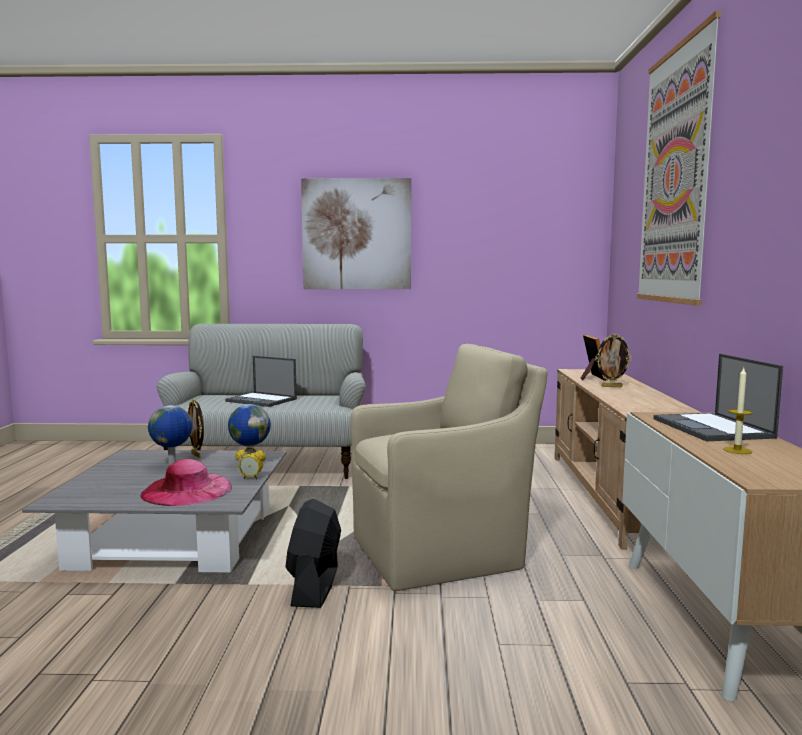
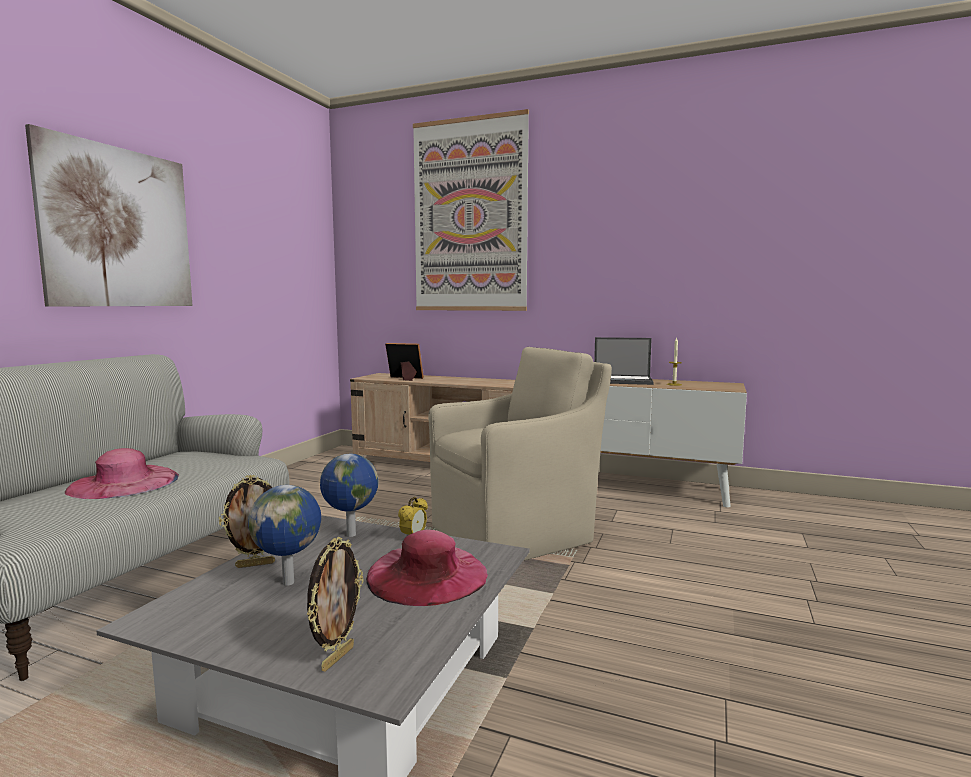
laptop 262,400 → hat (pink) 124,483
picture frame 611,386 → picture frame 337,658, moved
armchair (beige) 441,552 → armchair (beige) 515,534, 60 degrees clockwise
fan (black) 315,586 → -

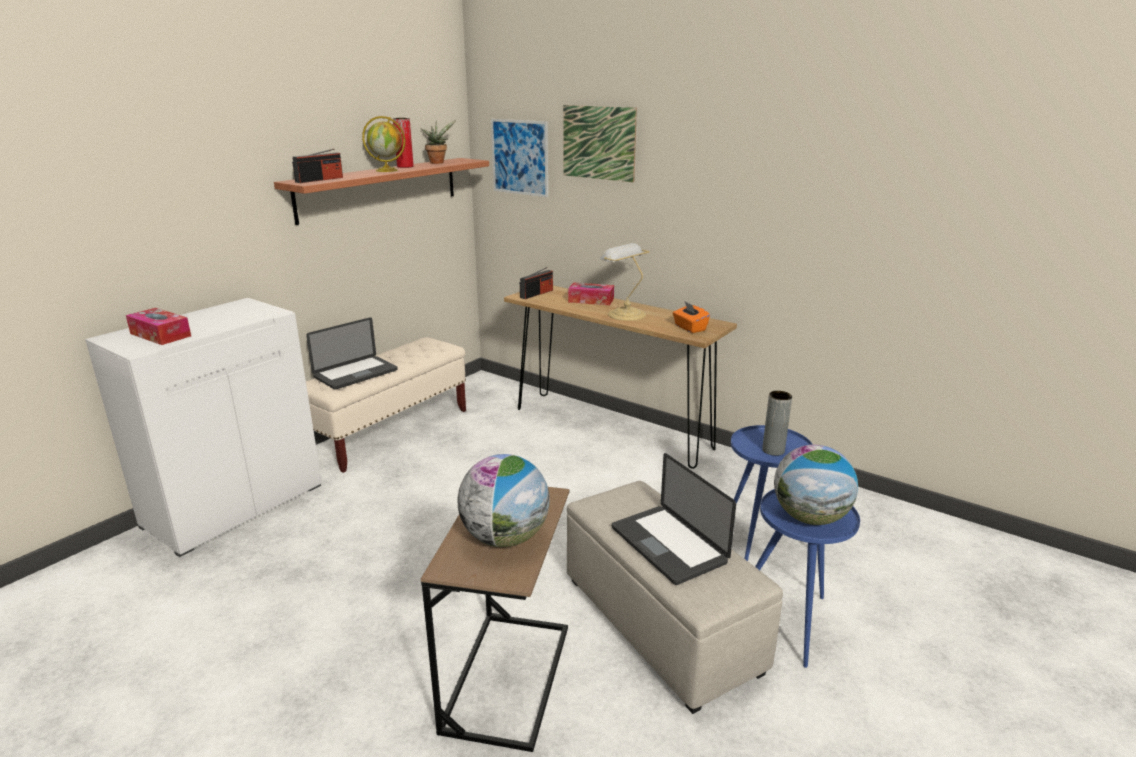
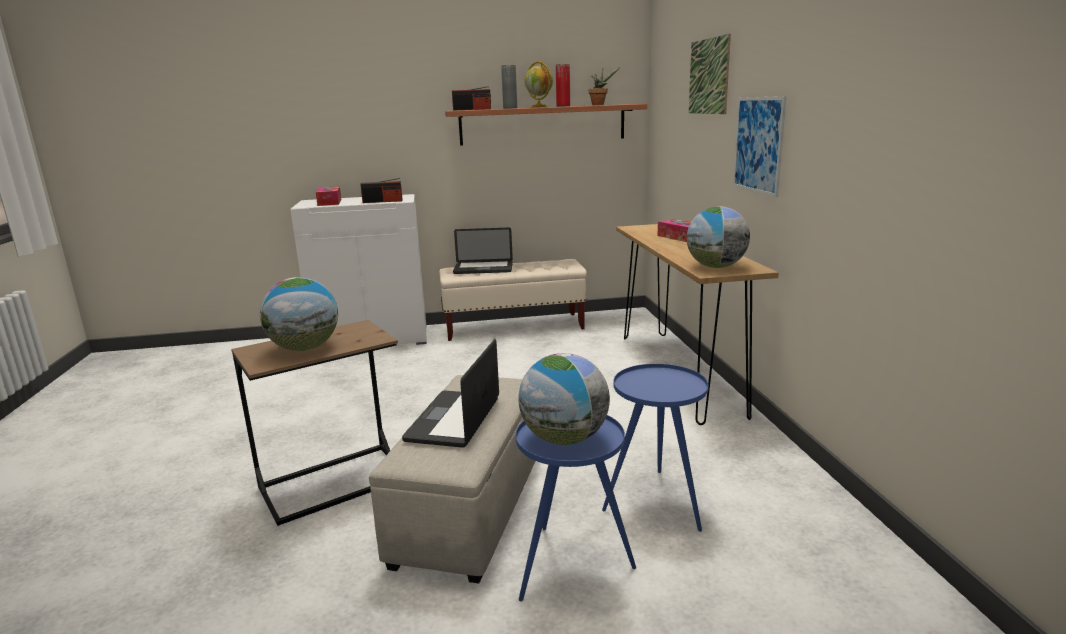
radio 536,294 → radio 382,201, moved
vase (grey) 773,450 → vase (grey) 510,108, moved
tissue box (orange) 689,328 → globe 716,267
picture 520,157 → picture 758,145, moved
table lamp 625,314 → -

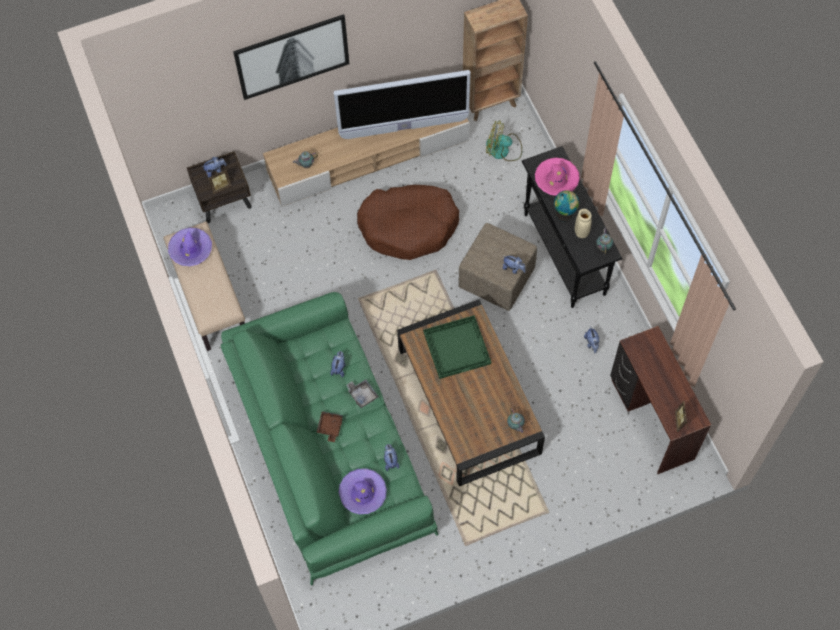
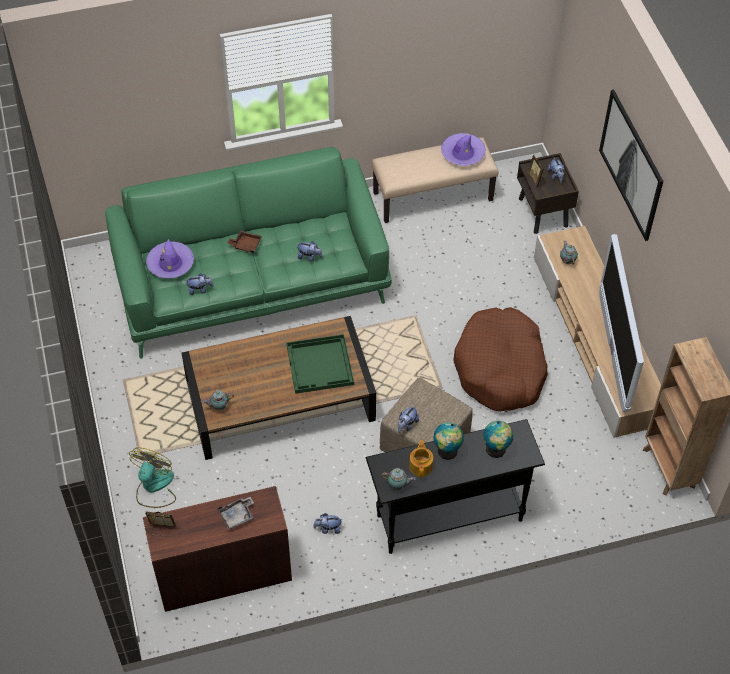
fan 503,150 → fan 154,487, moved
tray (grey) 362,395 → tray (grey) 237,516, moved
vase (beige) 581,232 → teapot 421,466
hat (pink) 556,179 → globe 496,450

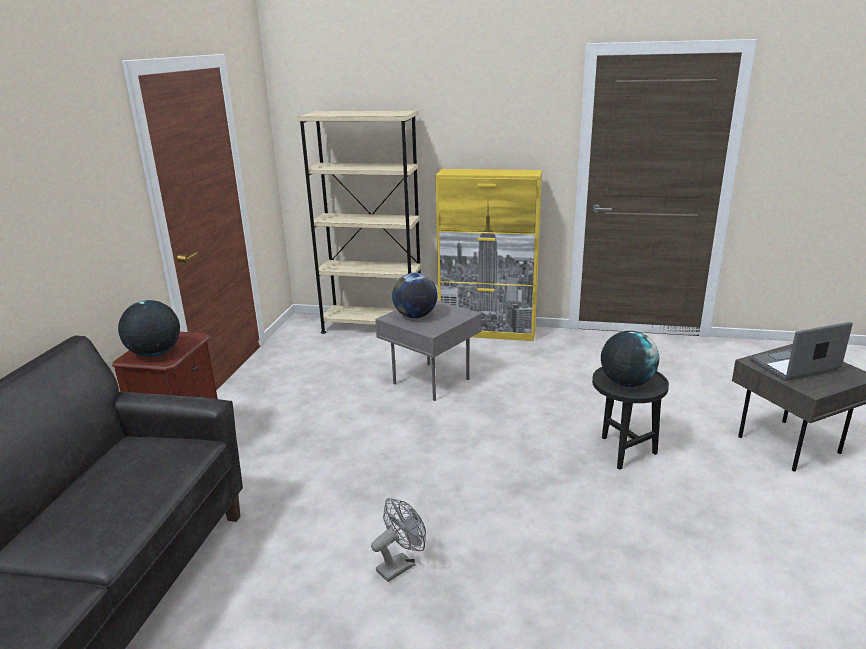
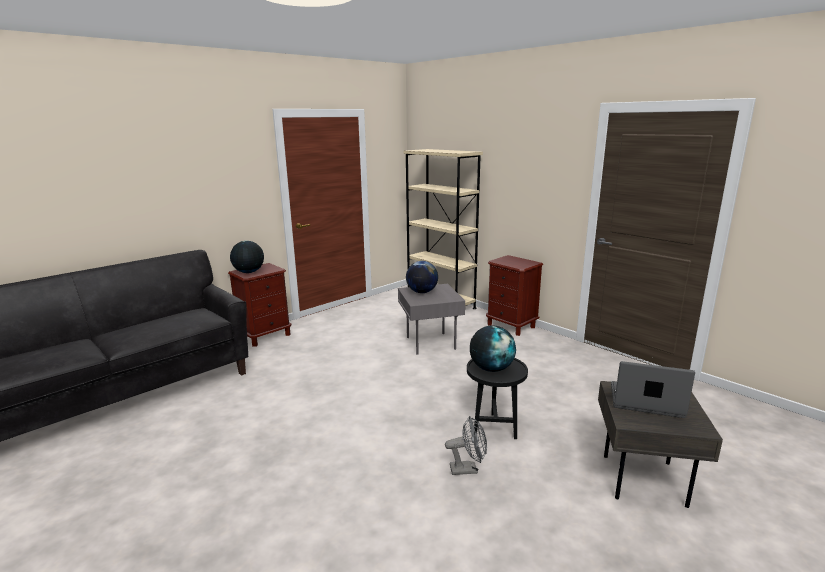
fan (grey) 400,565 → fan (grey) 468,469, moved
cabinet (yellow) 488,332 → nightstand (brown) 511,326

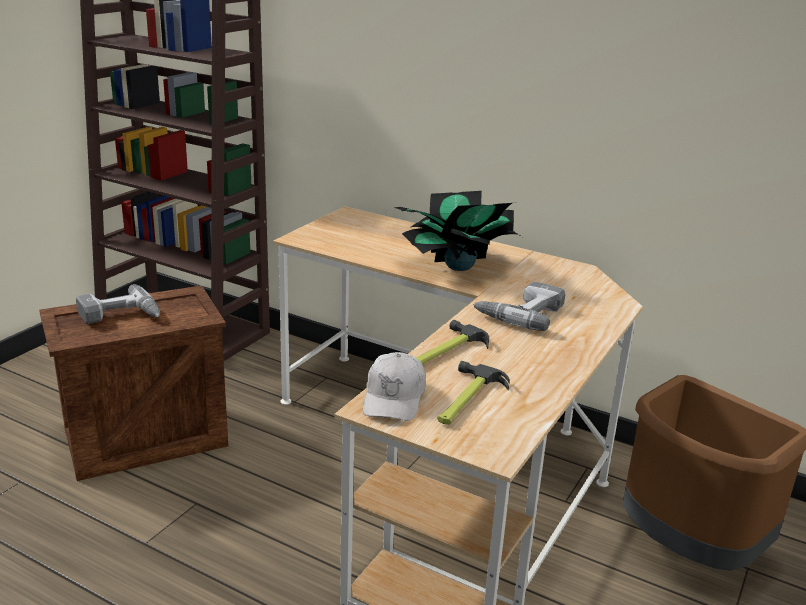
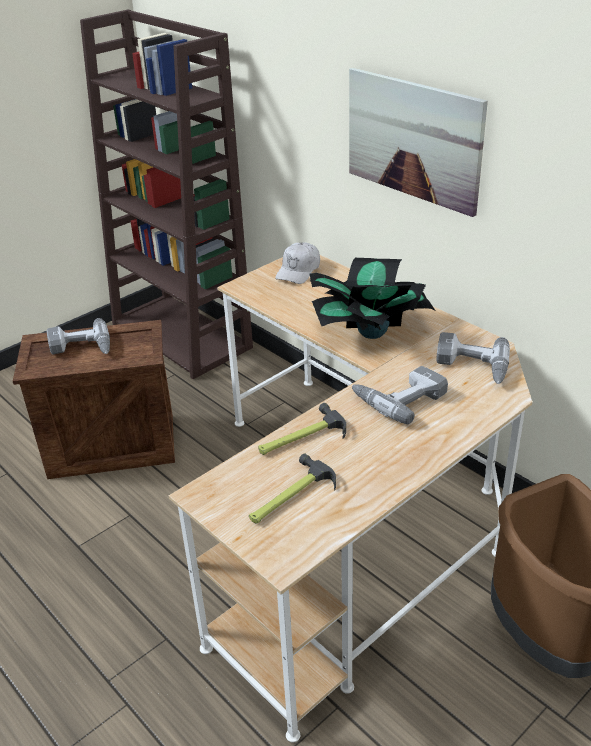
cap (white) 394,398 → cap (white) 298,271, moved
- → picture 413,139
- → power drill 471,366

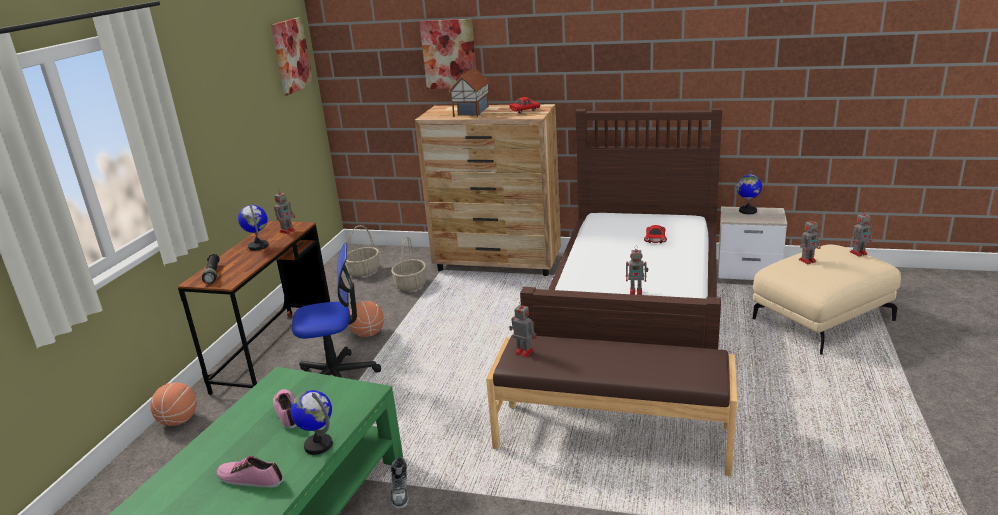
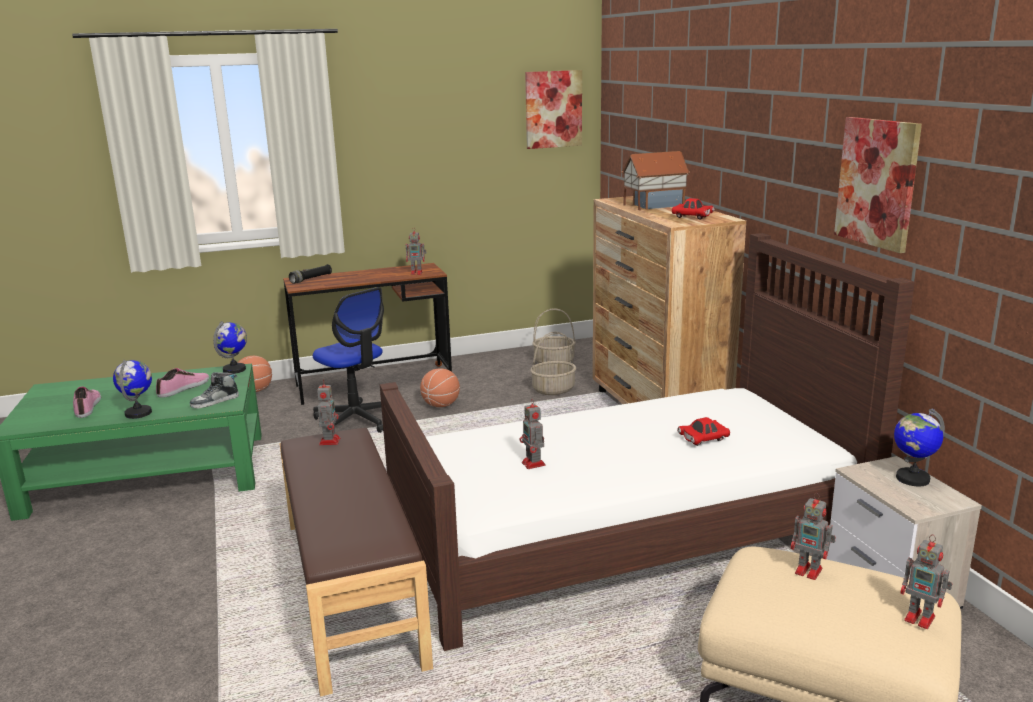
shoe 400,492 → shoe 215,401, moved
globe 258,246 → globe 234,370, moved
picture 449,54 → picture 877,183, moved

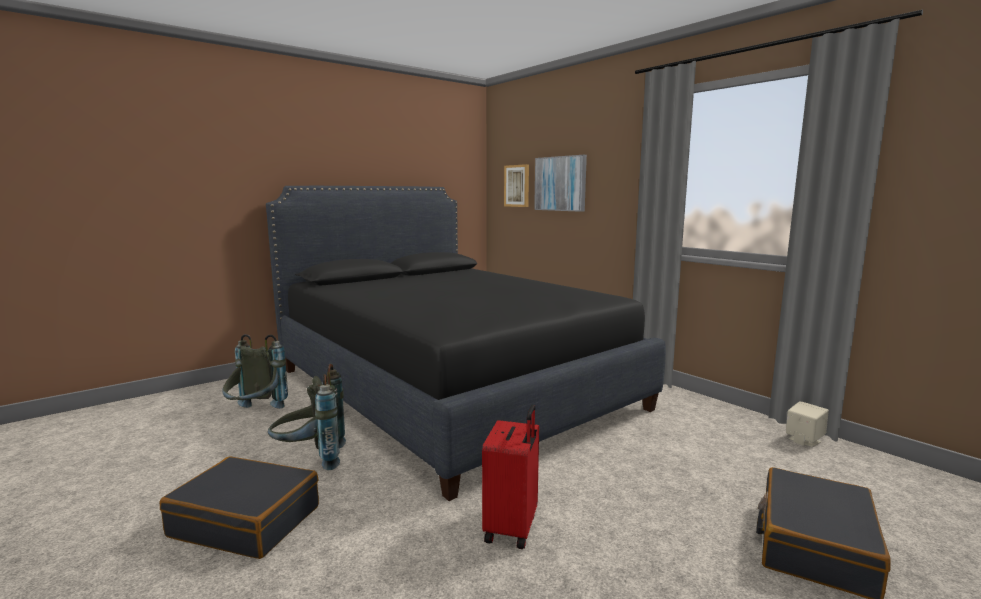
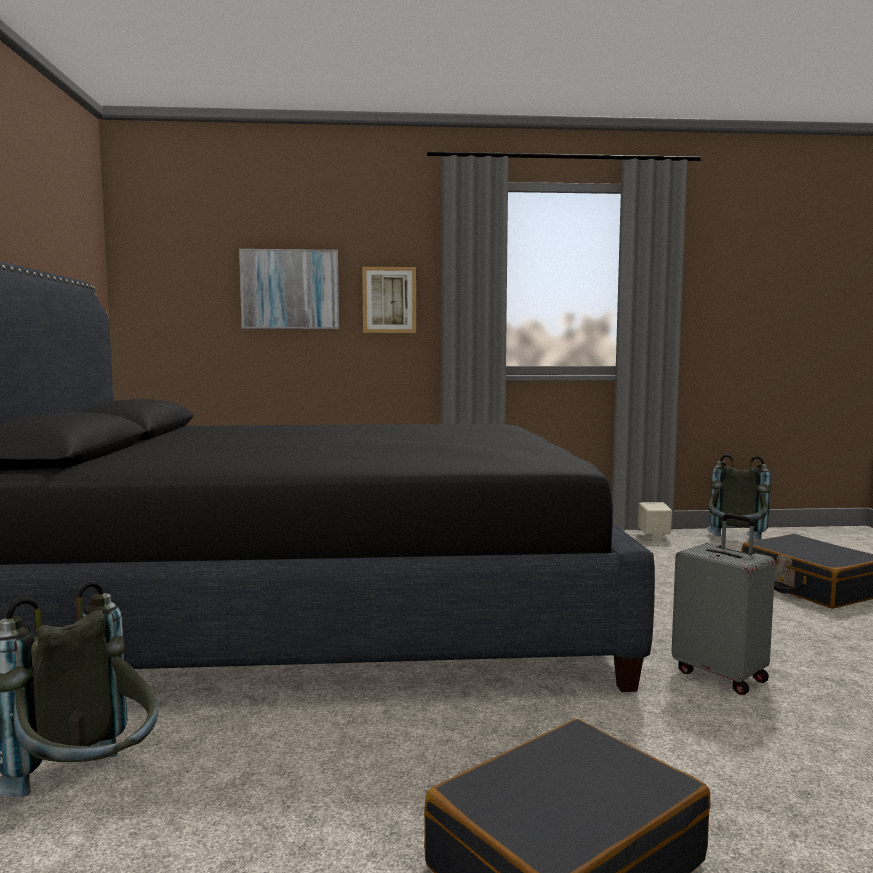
picture 517,186 → picture 389,300, moved
suitcase (red) 512,528 → suitcase (grey) 721,675
backpack (grey) 311,459 → backpack (grey) 736,542, moved

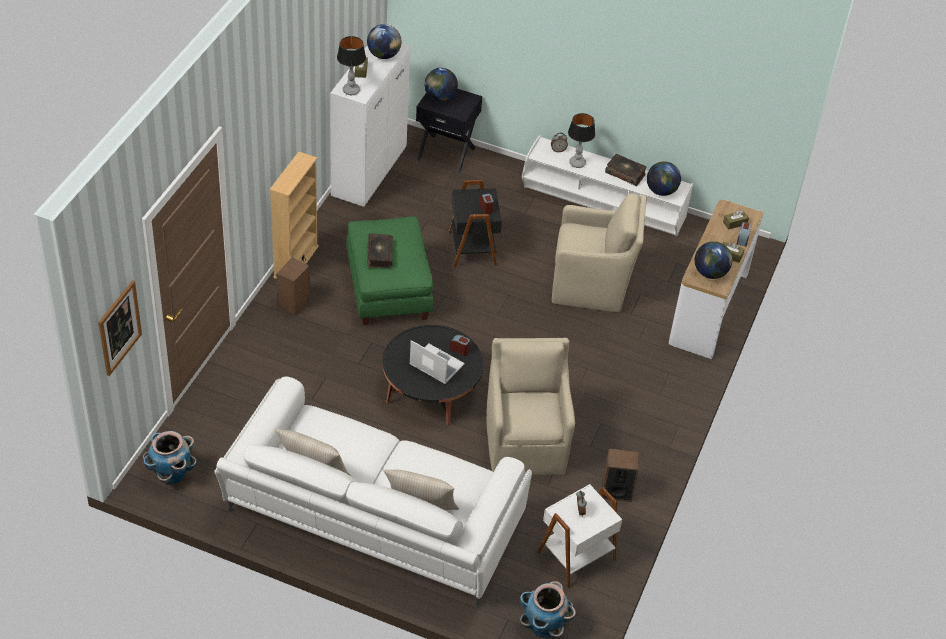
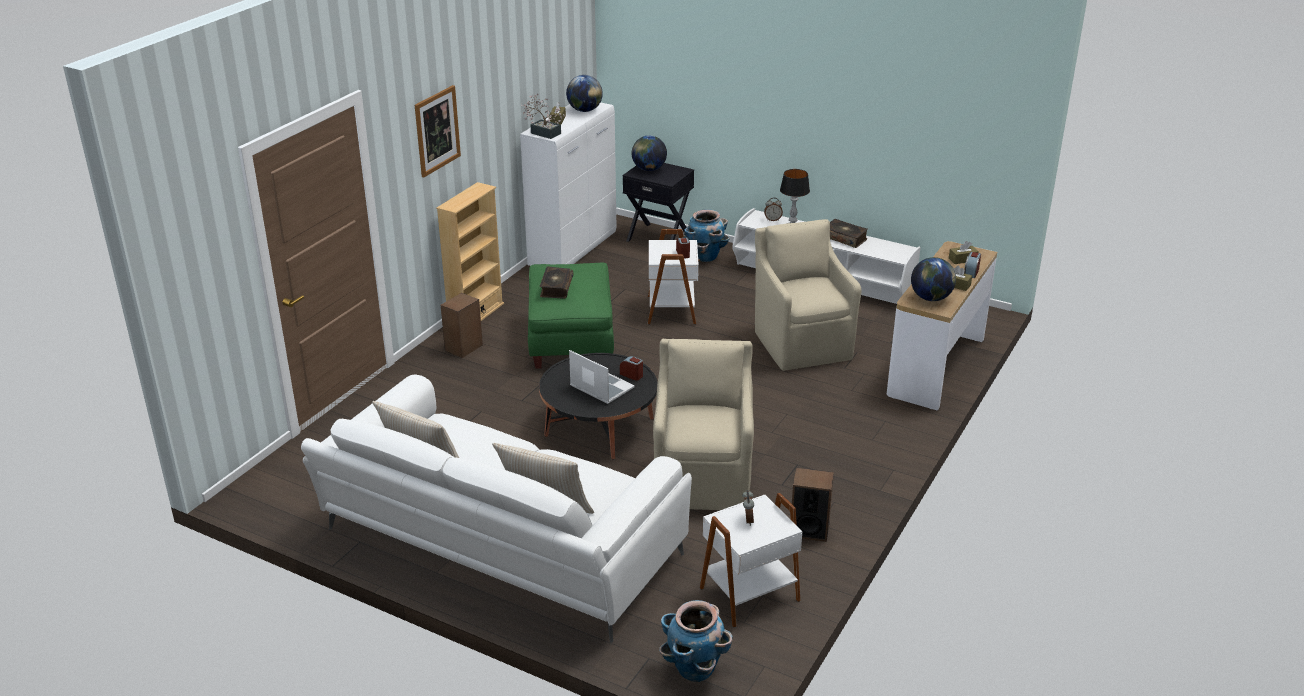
picture 119,328 → picture 437,130, moved
table lamp 351,90 → potted plant 543,132
side table (black) 473,248 → side table (white) 673,310
planter 171,475 → planter 705,257, moved
armchair (beige) 592,286 → armchair (beige) 802,343, 120 degrees counterclockwise
globe 661,191 → -

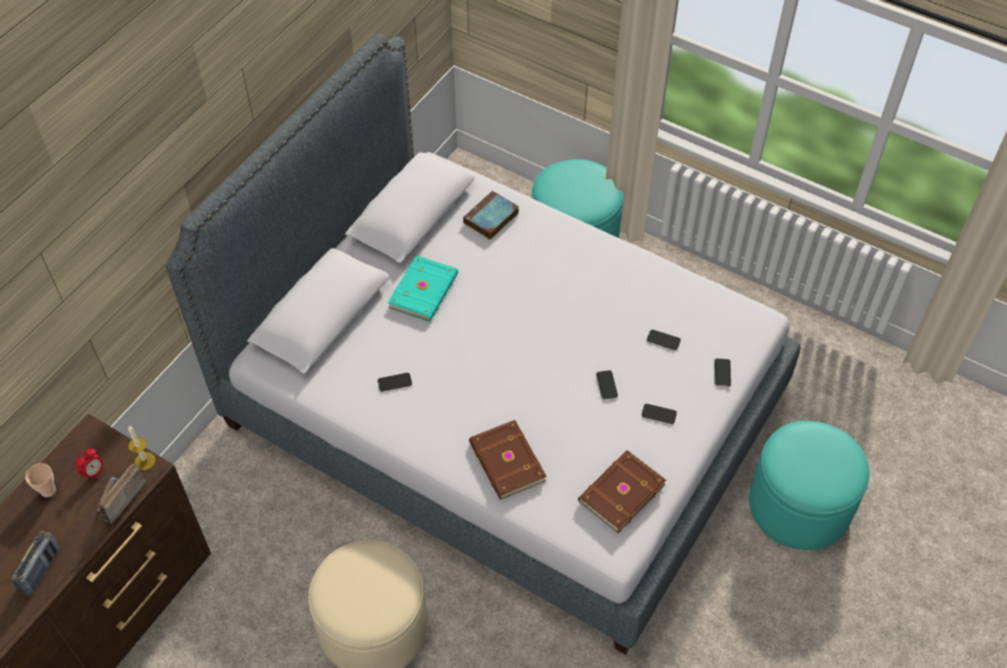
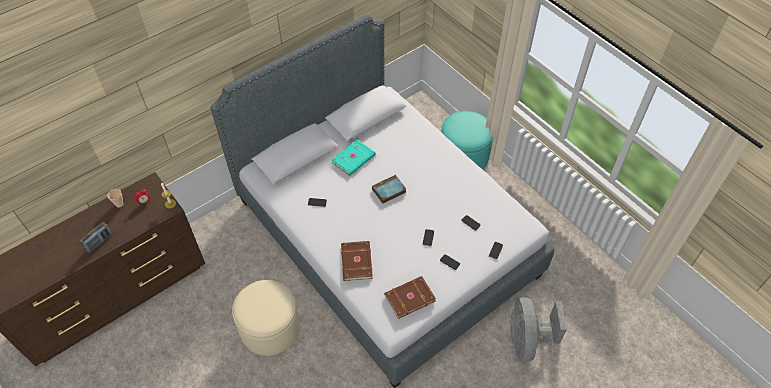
book 490,219 → book 388,191, moved
ottoman (turquoise) 799,505 → fan (grey) 527,340
radio 118,500 → -

